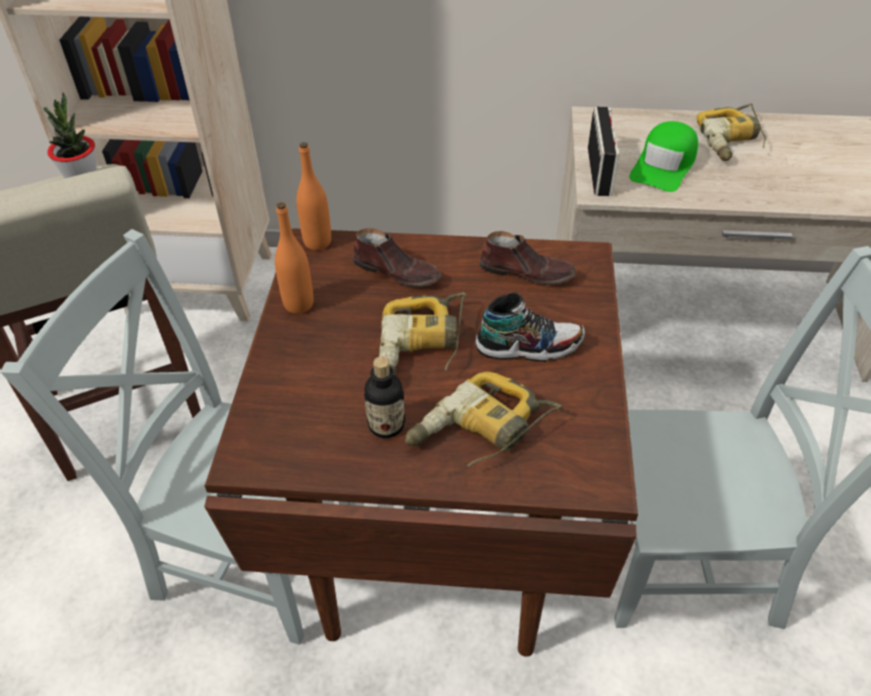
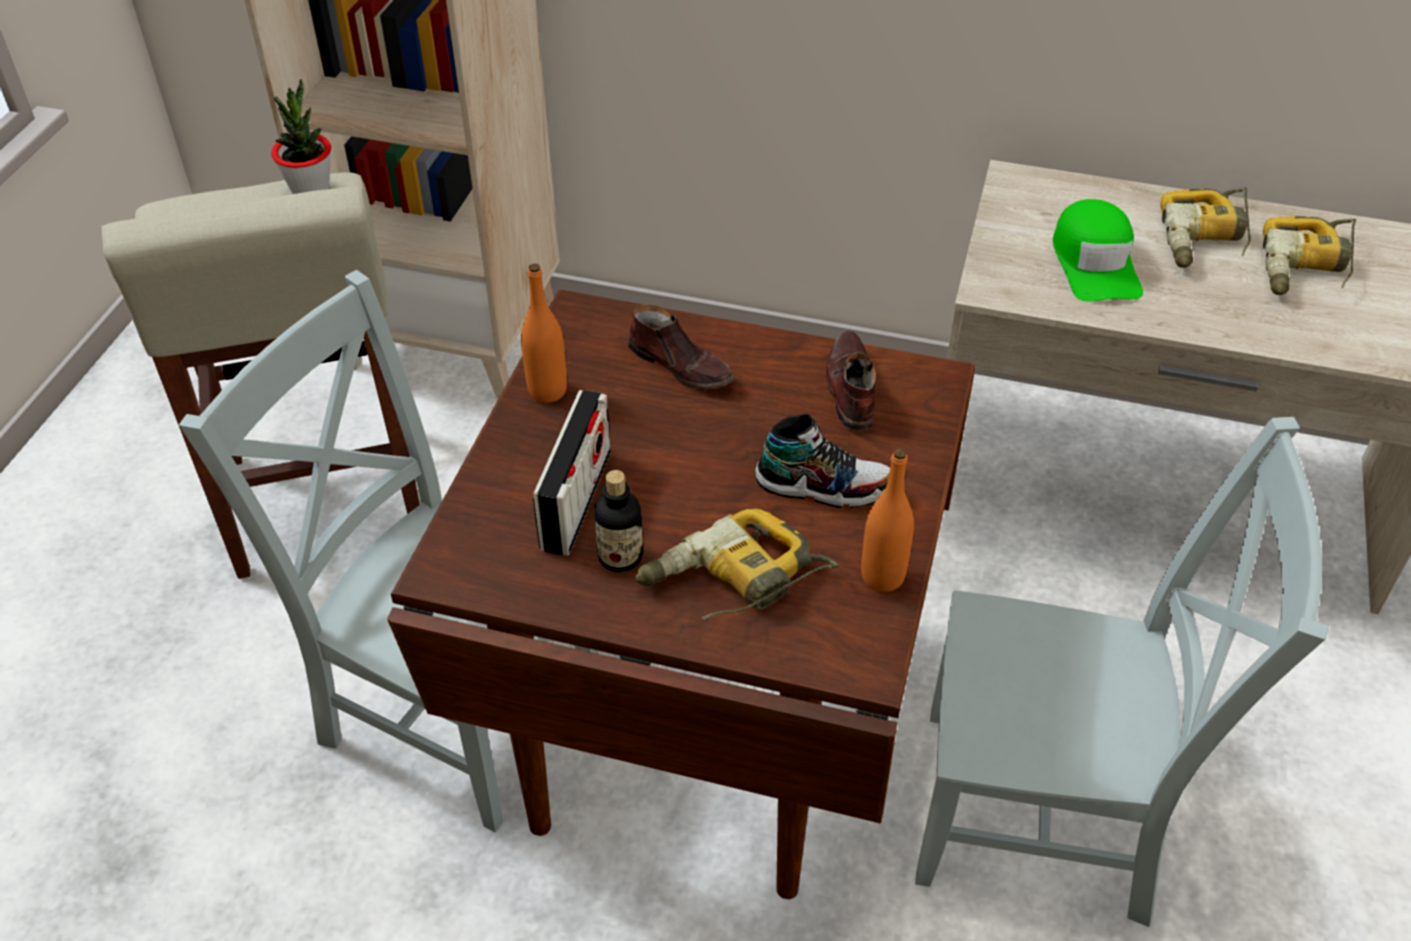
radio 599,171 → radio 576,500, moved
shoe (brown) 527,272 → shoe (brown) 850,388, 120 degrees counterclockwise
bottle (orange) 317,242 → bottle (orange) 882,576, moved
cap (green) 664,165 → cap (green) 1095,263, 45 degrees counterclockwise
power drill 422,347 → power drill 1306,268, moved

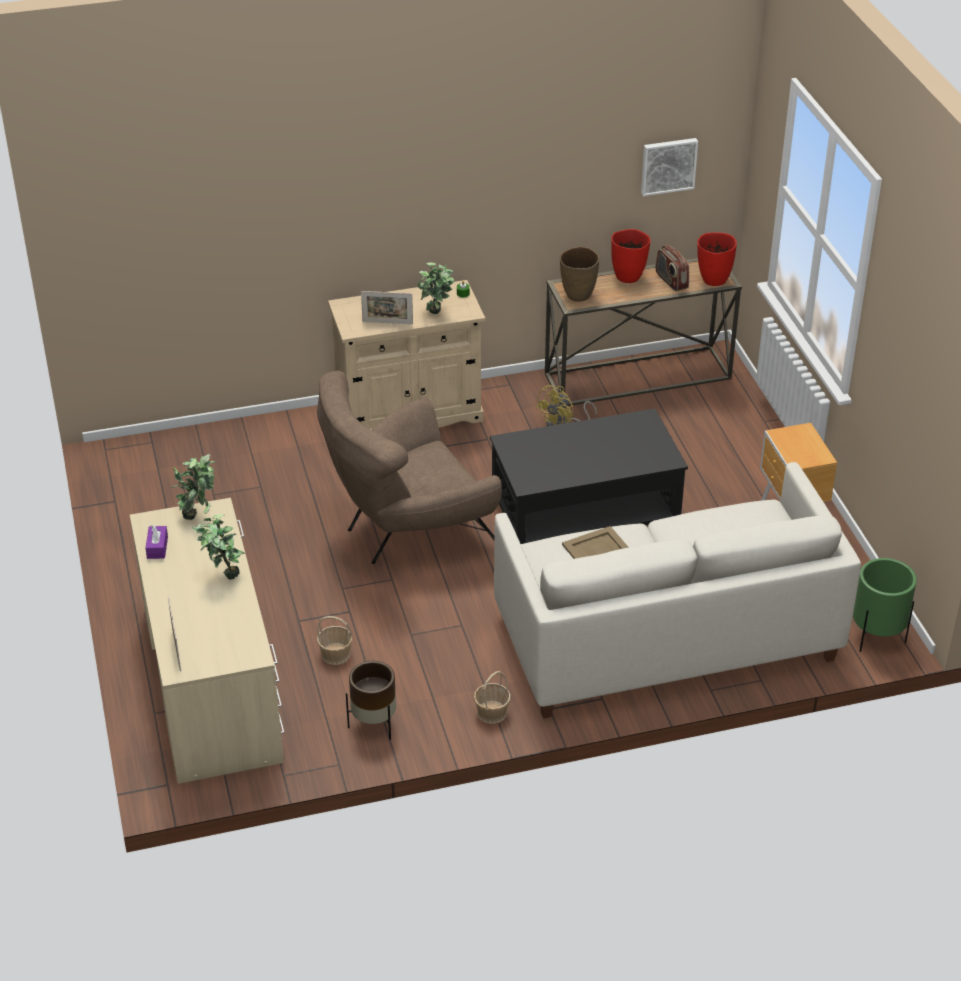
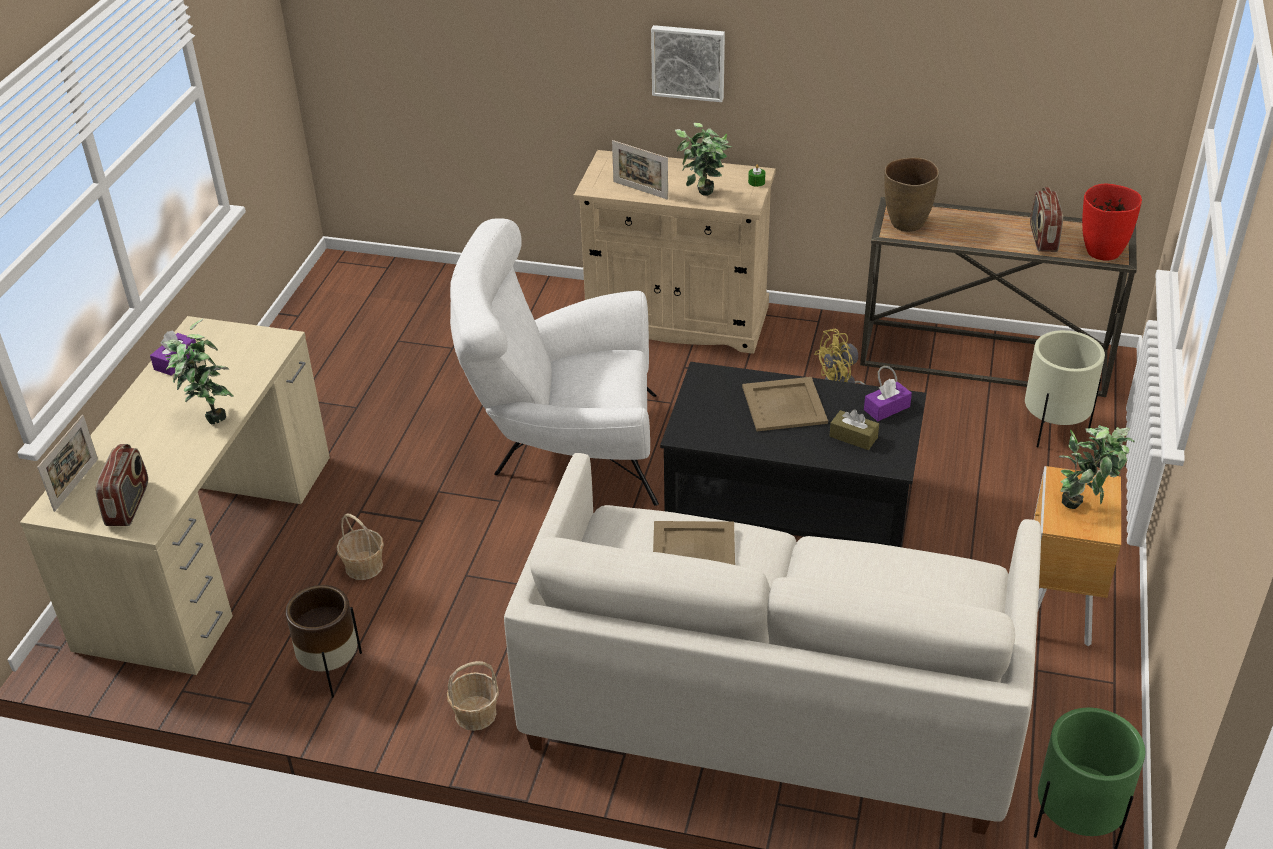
- → radio 128,504
armchair (brown) 407,531 → armchair (white) 564,450
picture 668,165 → picture 688,62, moved
- → tray (beige) 785,405
- → tissue box (brown) 853,437
- → tissue box (purple) 886,408
- → planter (beige) 1053,429
potted plant 199,515 → potted plant 1084,505, moved
vase (red) 628,277 → -

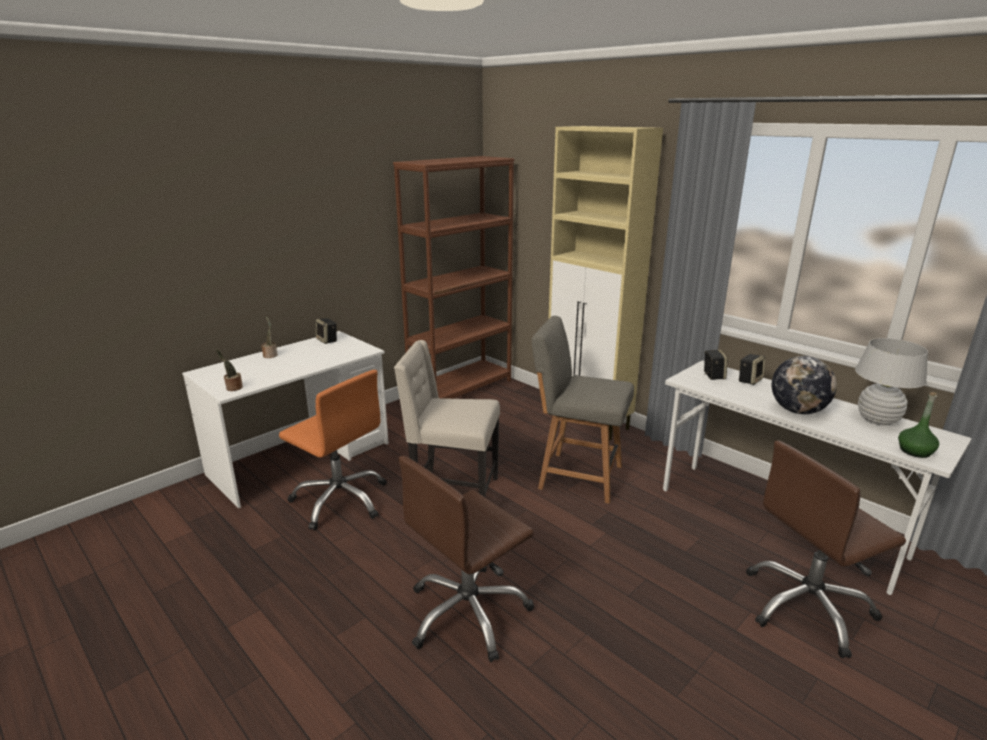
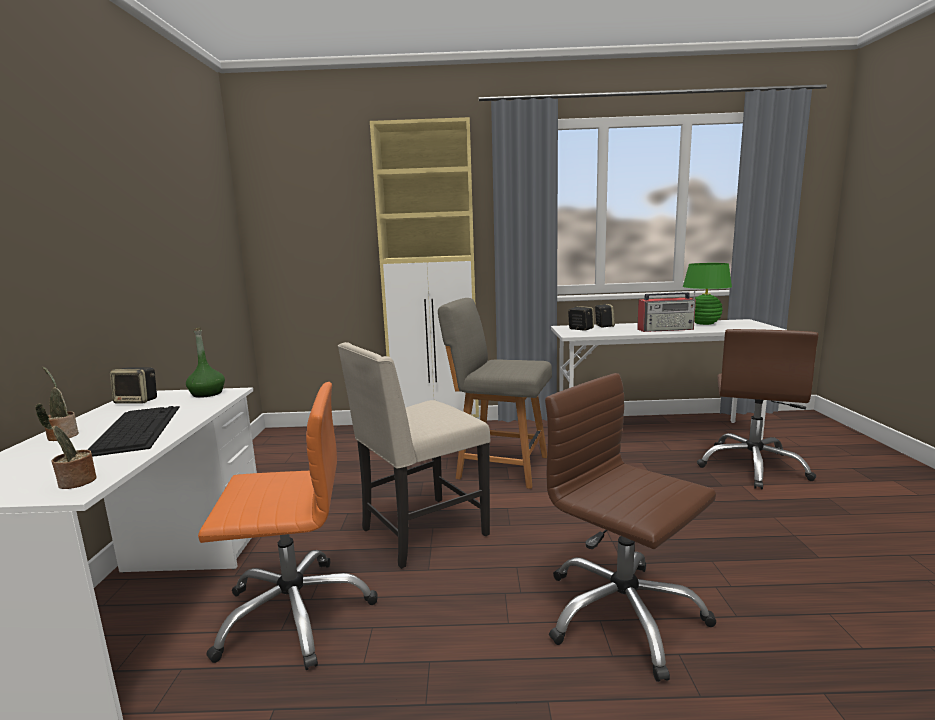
- → keyboard 136,429
bottle (green) 914,451 → bottle (green) 207,394, moved
chair (grey) 577,476 → chair (grey) 499,466, 45 degrees clockwise
office chair (brown) 468,613 → office chair (brown) 622,614, 135 degrees clockwise
globe 797,411 → radio 666,329
table lamp (white) 877,420 → table lamp (green) 704,323
bookcase (brown) 461,389 → -

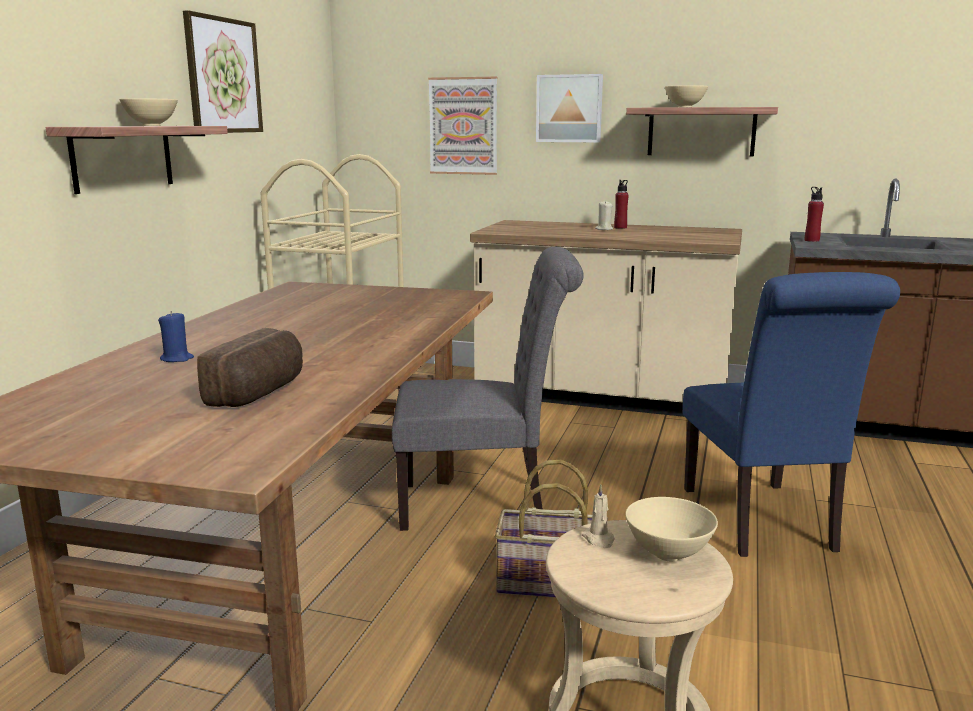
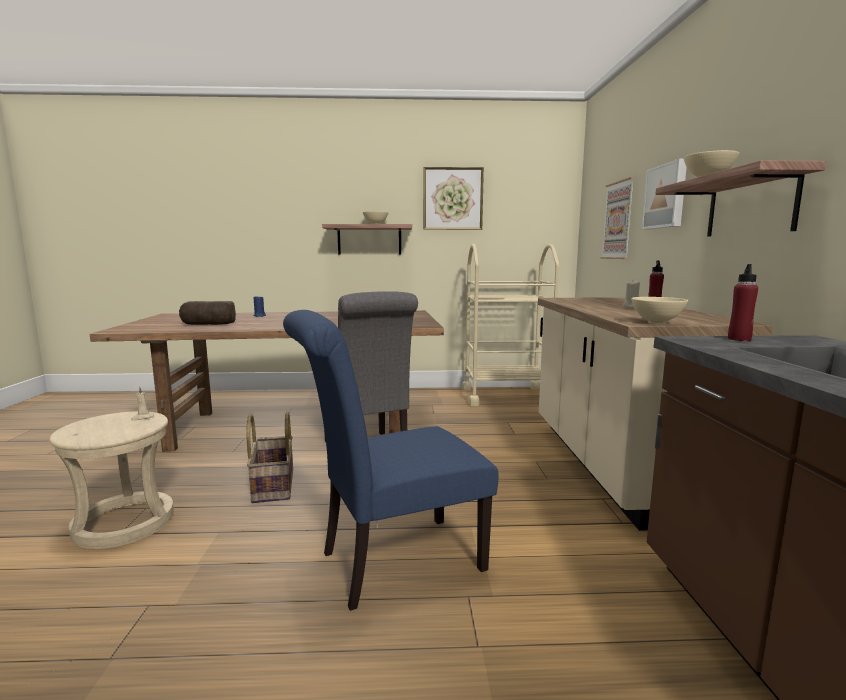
bowl (beige) 669,554 → bowl (beige) 656,322, moved

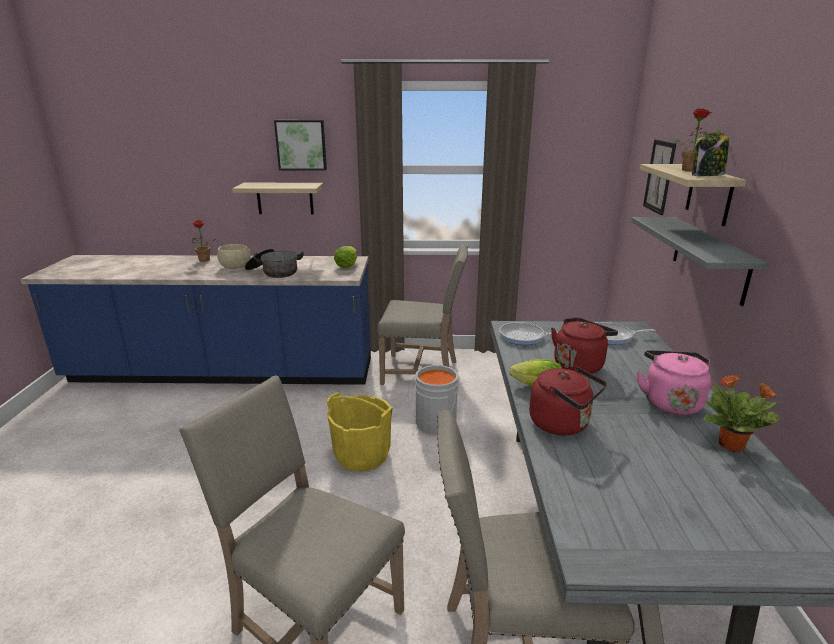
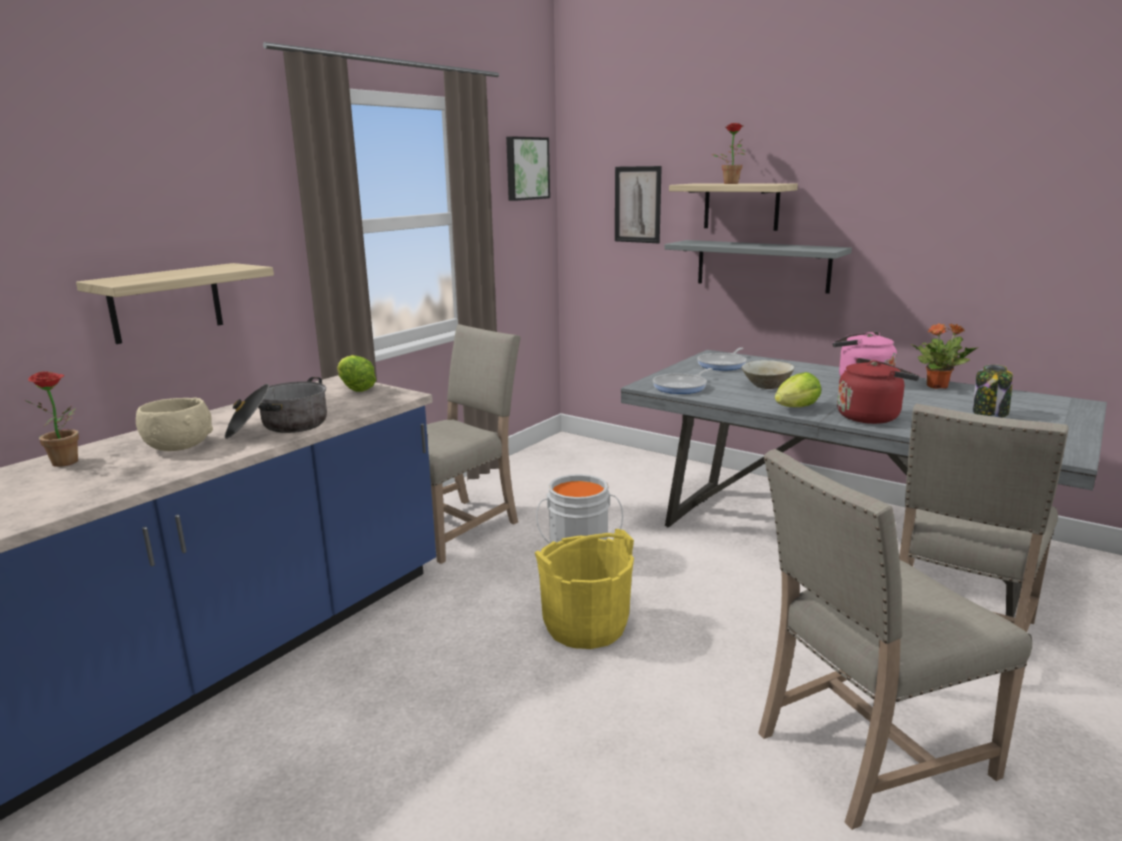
picture 301,145 → picture 526,168, moved
kettle (red) 579,365 → bowl (beige) 766,386
jar 706,175 → jar 990,413, moved

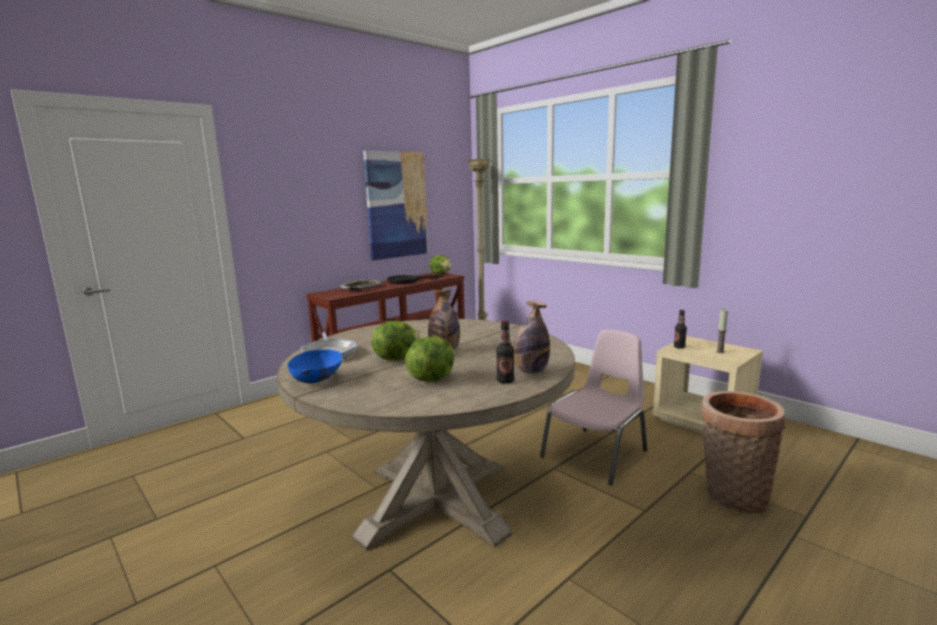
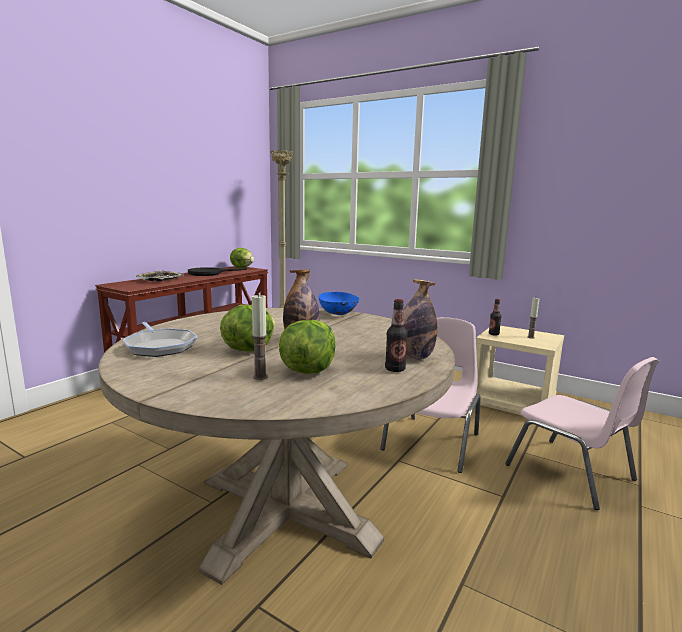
- → candle 260,377
bowl (blue) 317,380 → bowl (blue) 339,314, moved
basket 732,497 → chair (pink) 571,473
picture 396,205 → -

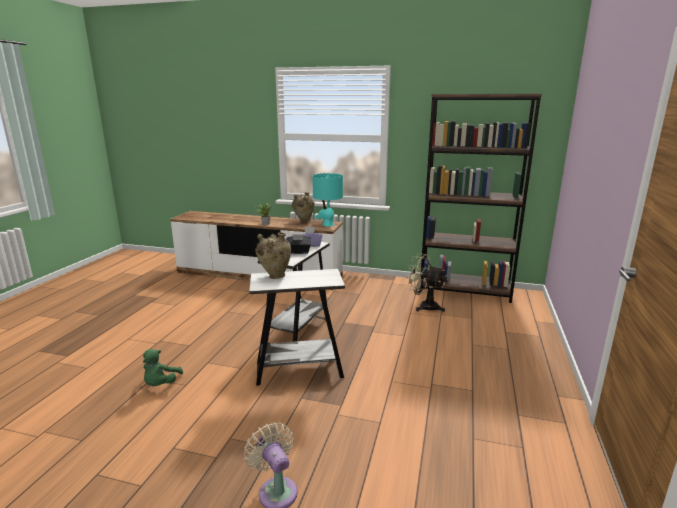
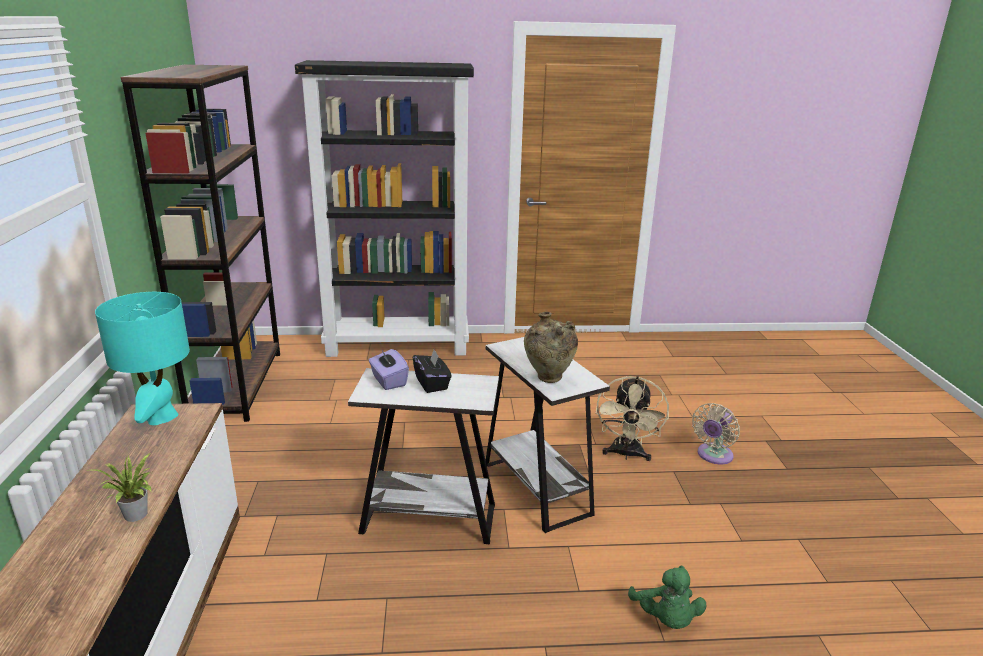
- → bookcase (black) 398,345
fan (beige) 424,306 → fan (beige) 626,454, moved
plush toy (green) 161,384 → plush toy (green) 665,619, 90 degrees clockwise
vase (beige) 303,221 → -

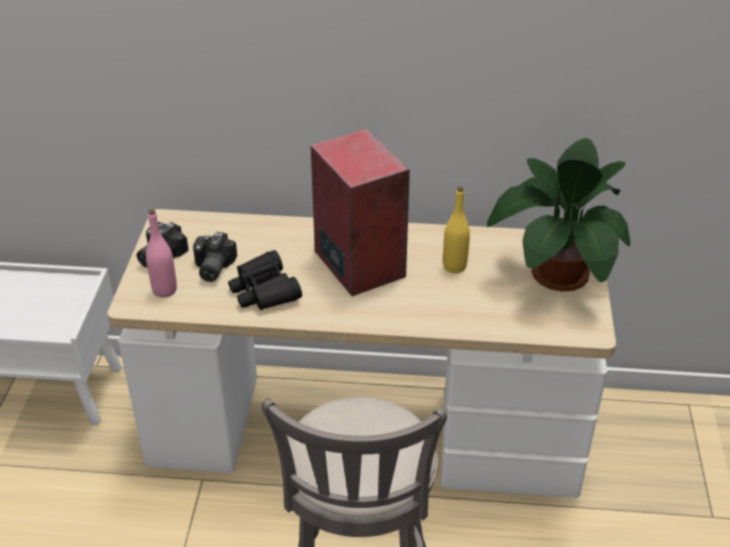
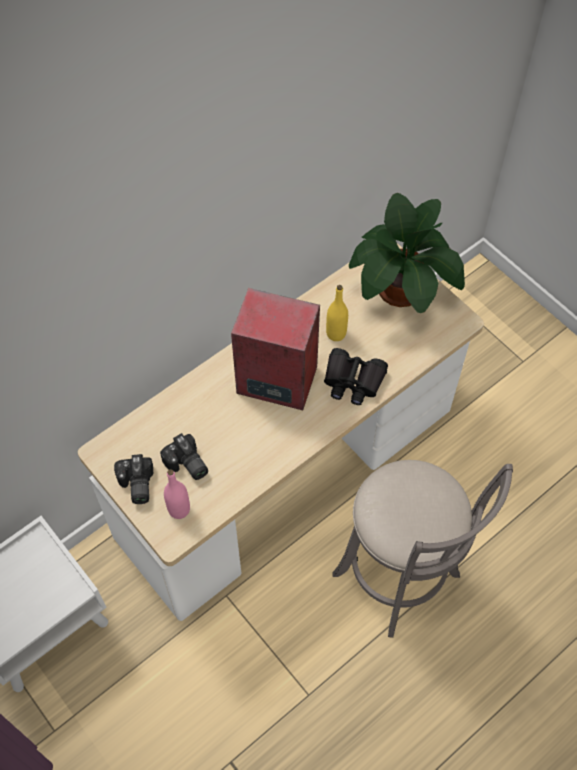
binoculars (black) 264,290 → binoculars (black) 353,381, moved

